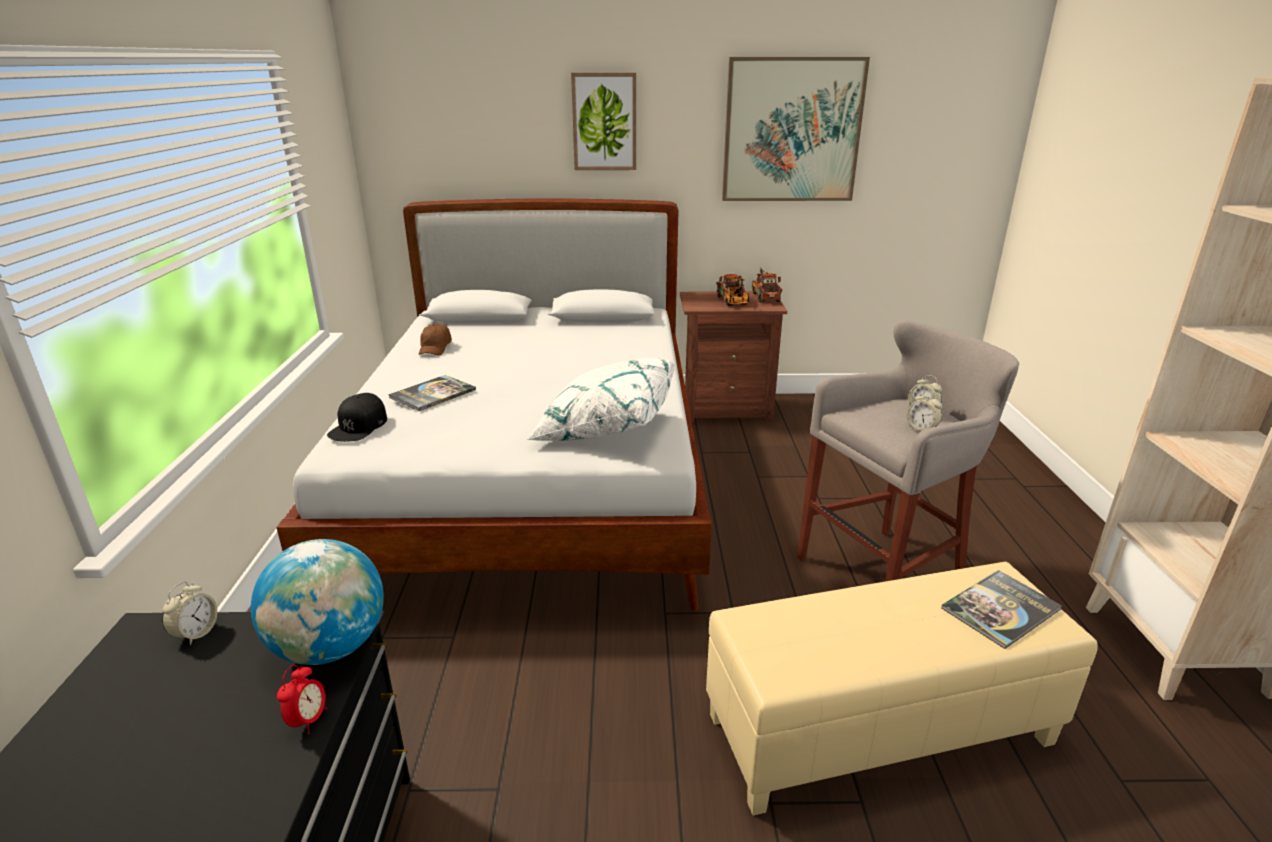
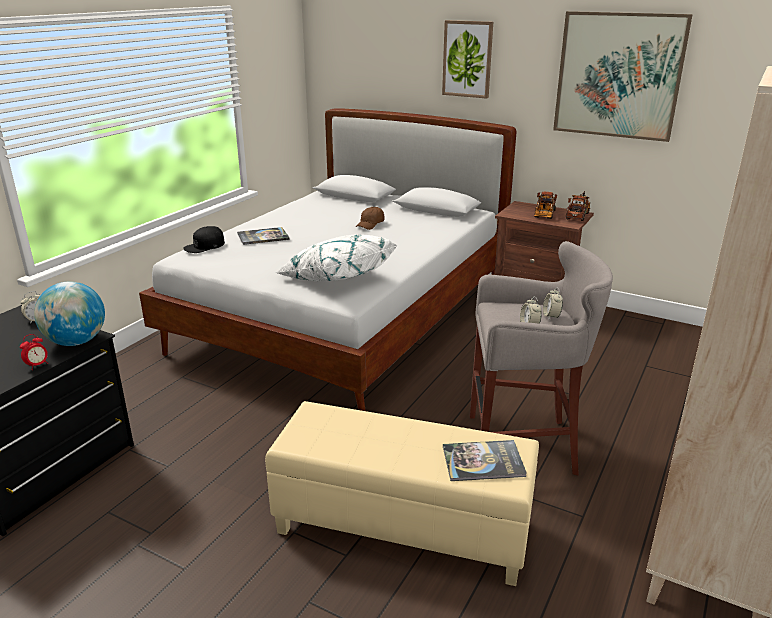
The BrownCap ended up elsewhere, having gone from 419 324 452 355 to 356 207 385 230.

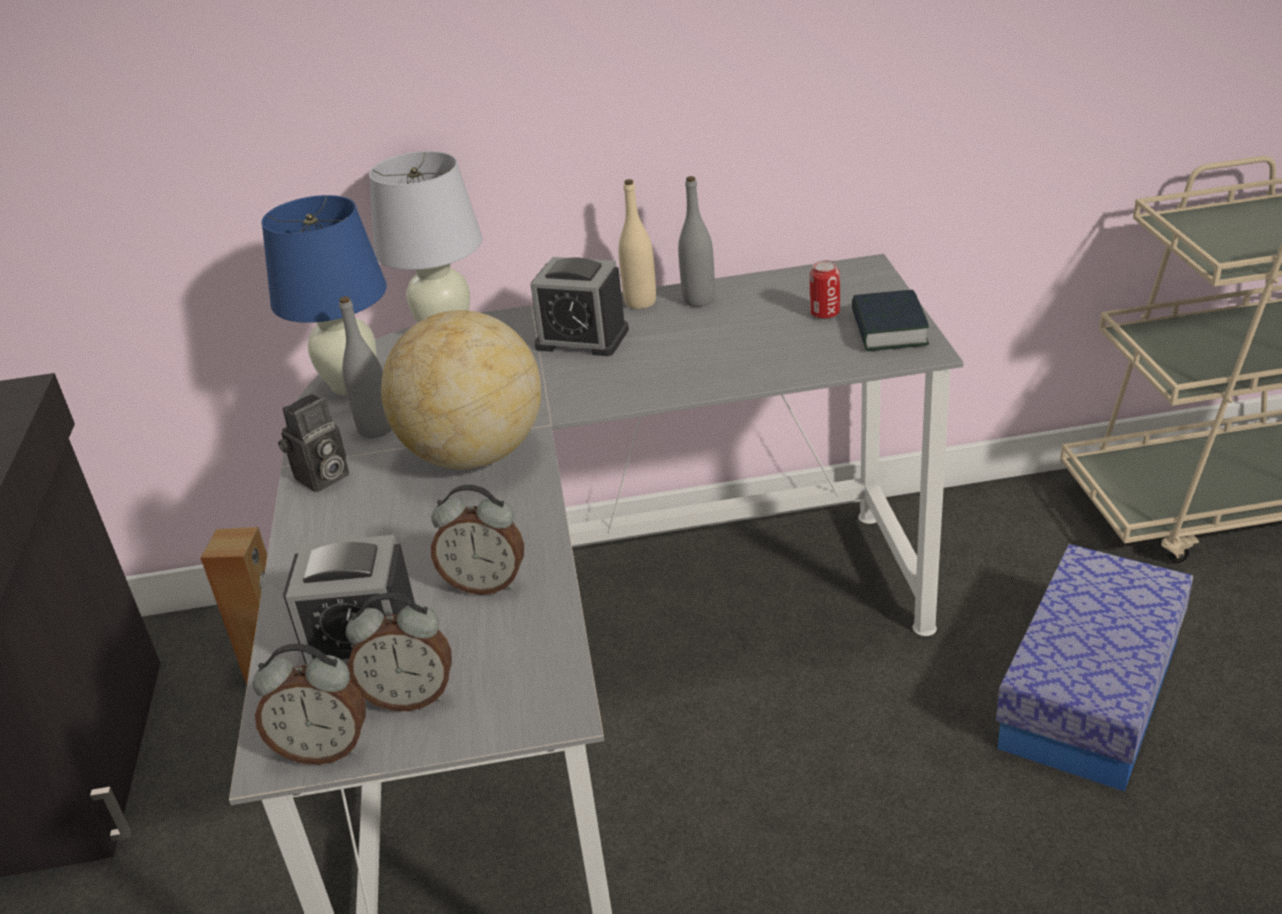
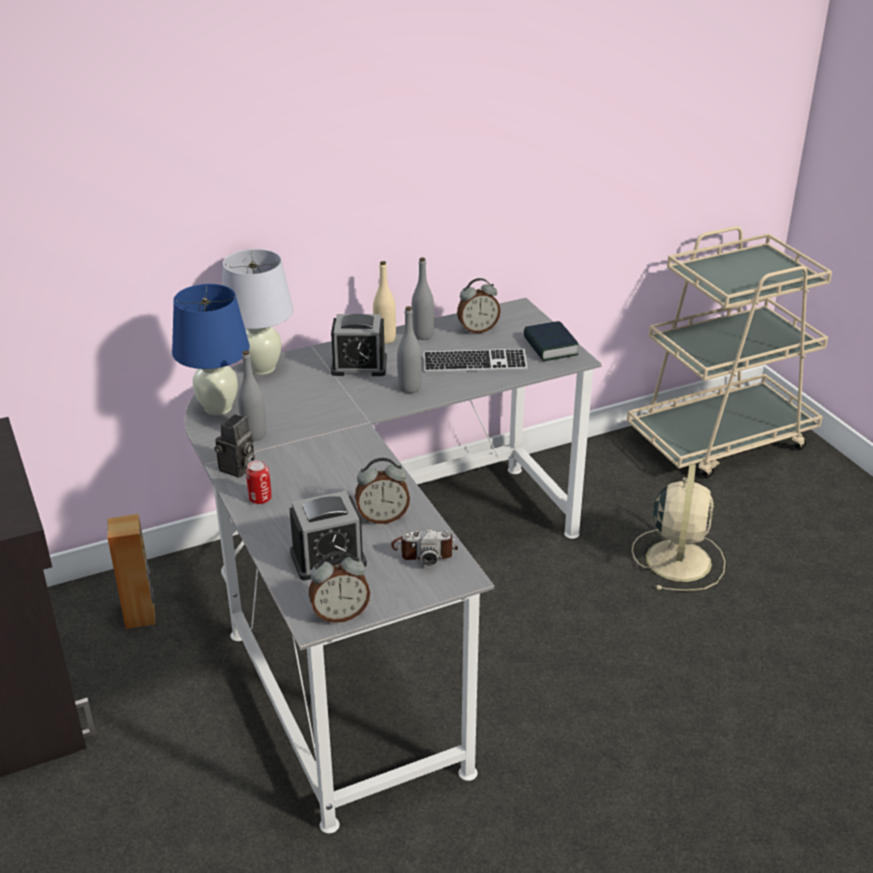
The Can ended up elsewhere, having gone from 810 260 840 319 to 246 460 272 504.
The second view gained the PhotoCamera at 391 529 458 566.
The second view gained the GreyBottle at 397 306 421 393.
The second view gained the Keyboard at 423 349 528 373.
The AlarmClock ended up elsewhere, having gone from 346 593 452 711 to 457 278 501 333.
Where the StorageBox stood at 996 544 1193 792, the BeigeFan came to stand at 632 464 725 591.
The second view lost the Globe at 381 310 541 469.

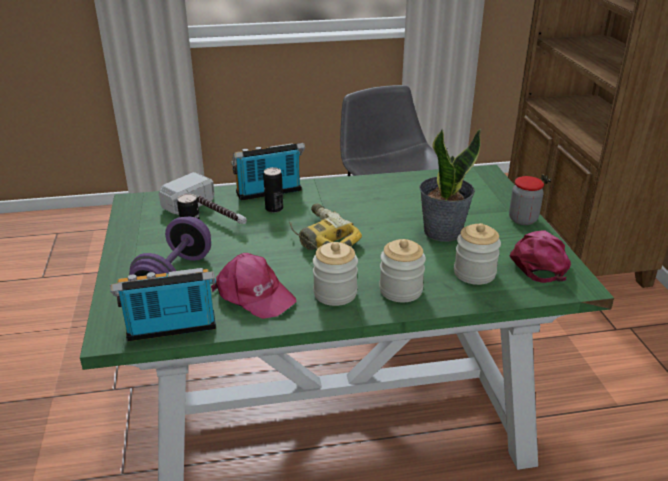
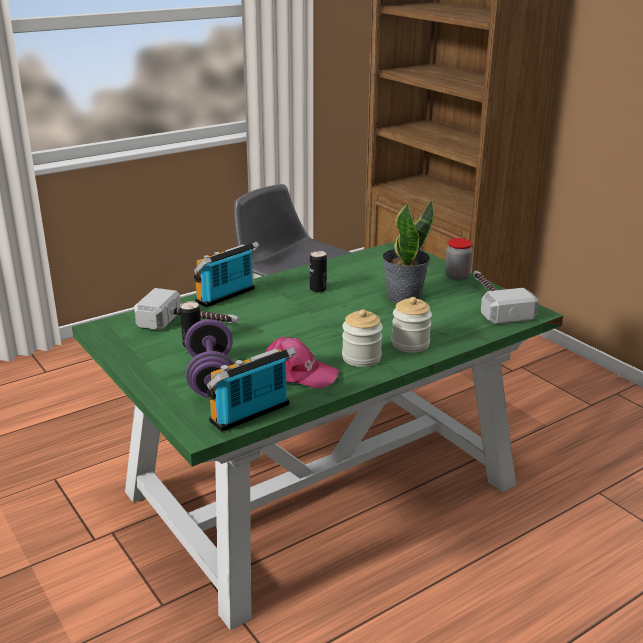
The Can ended up elsewhere, having gone from 263 167 283 213 to 310 251 327 293.
Where the PinkCap stood at 509 230 571 283, the Hammer came to stand at 473 271 539 324.
The second view lost the PowerDrill at 289 203 362 250.
The second view lost the Jar at 454 223 501 285.

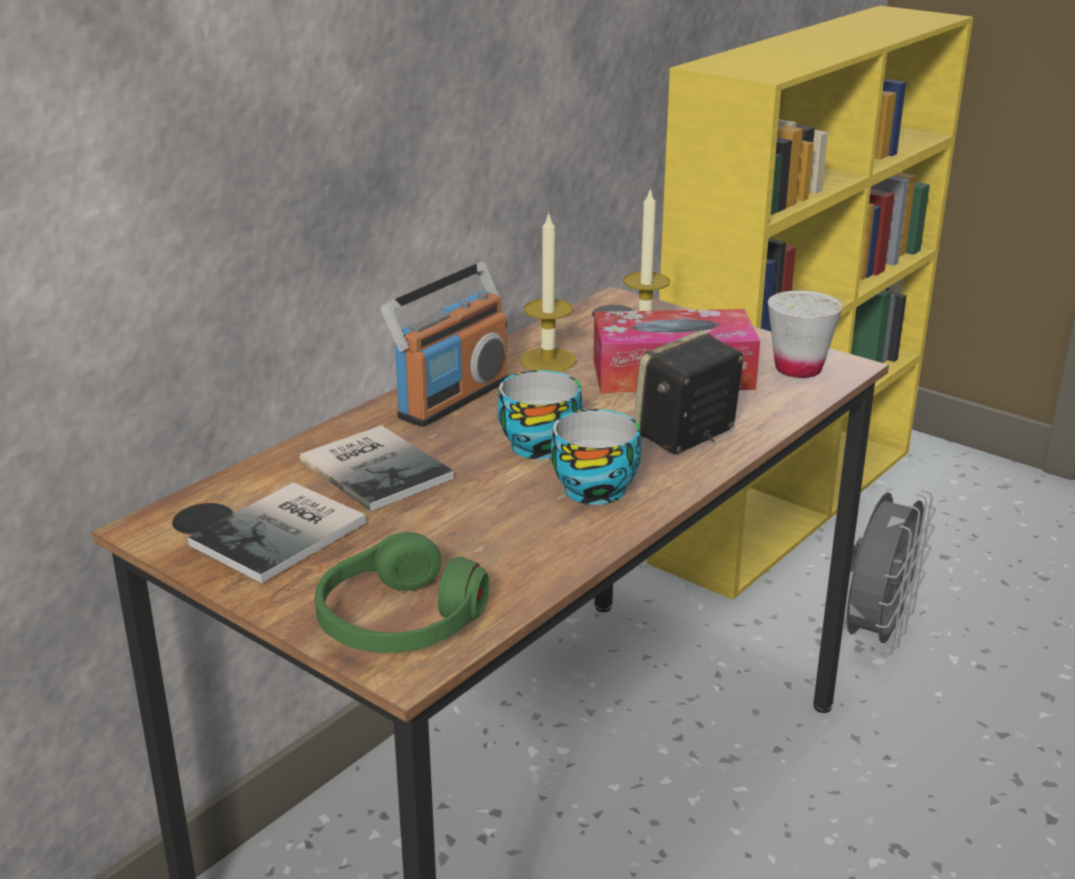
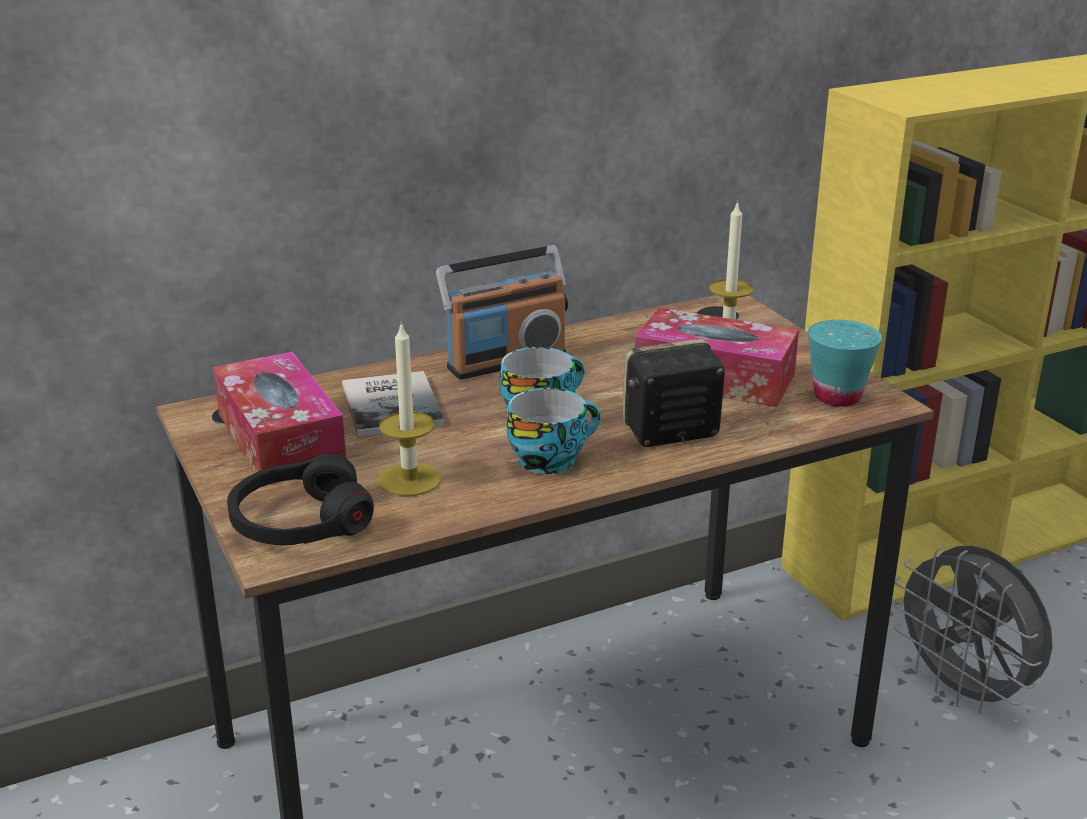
Where the Book stood at 187 482 366 583, the TissueBox came to stand at 213 352 346 473.
What was the GreenHeadphones at 315 532 489 653 turned into the BlackHeadphones at 227 454 374 545.
The Candle ended up elsewhere, having gone from 520 211 577 372 to 378 321 441 496.
What was the WhiteCup at 768 291 843 378 turned into the TurquoiseCup at 808 320 882 407.
The GreyFan at 846 490 936 655 ended up facing another way, 90 degrees clockwise from before.

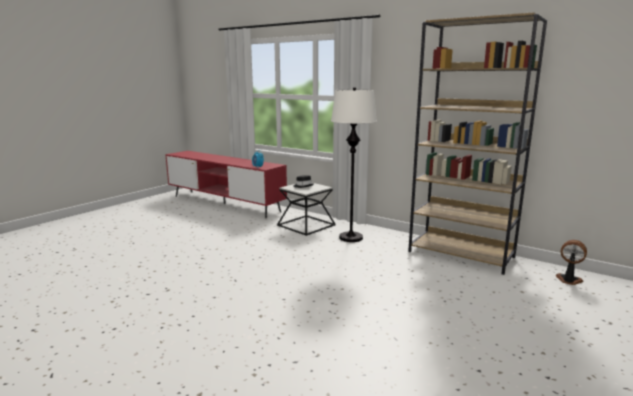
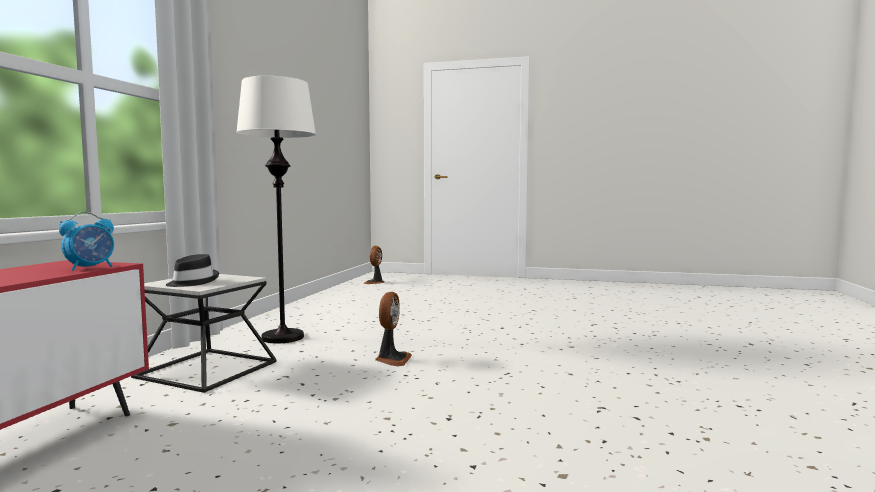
The second view gained the Fan at 375 292 412 366.
The second view lost the BrownBookcase at 408 12 547 275.

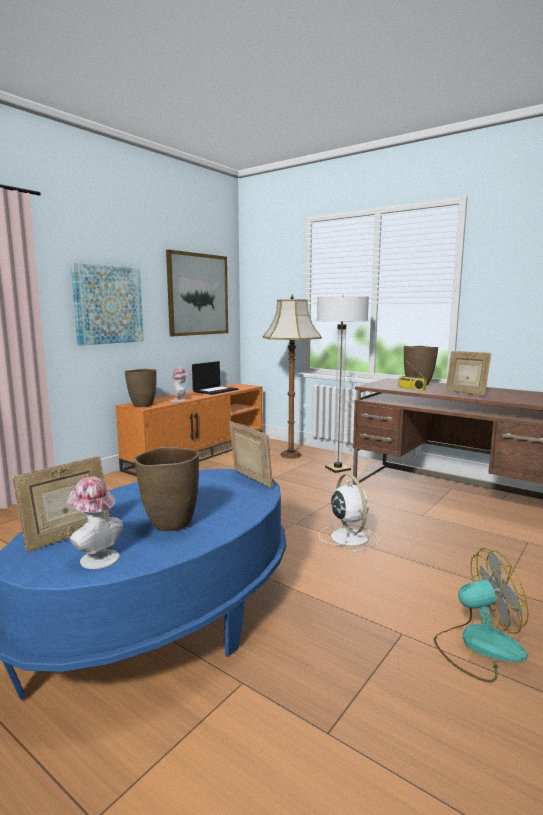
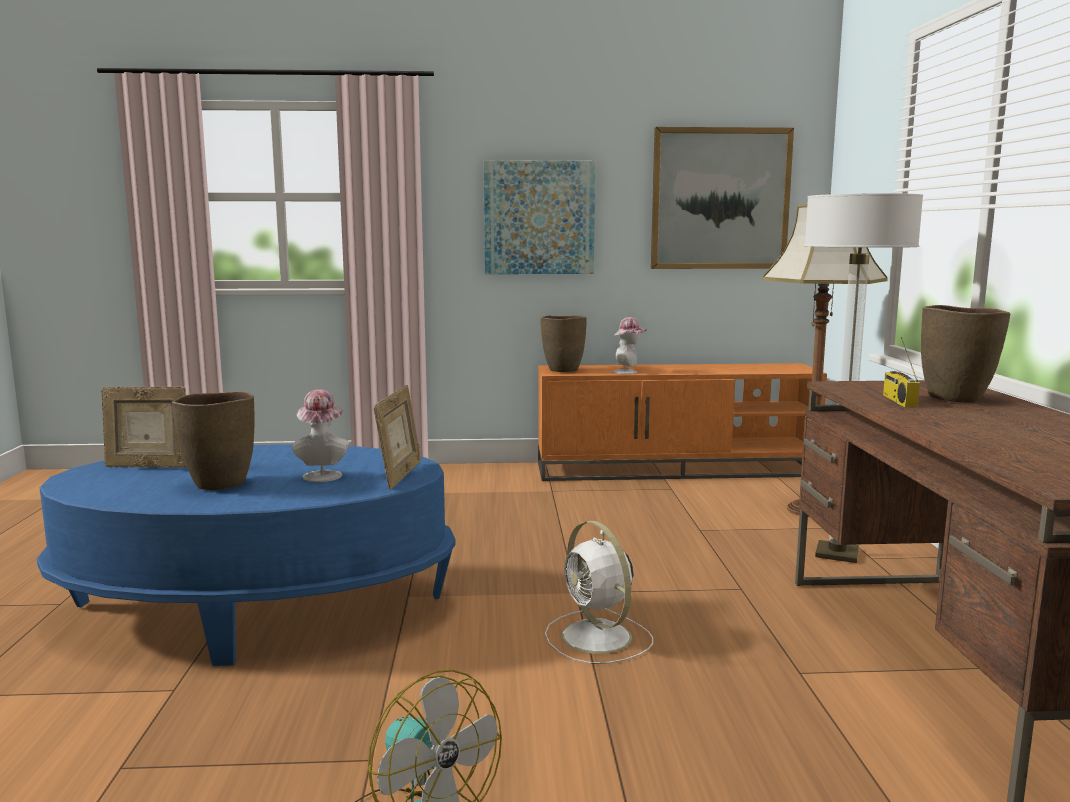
The Hat ended up elsewhere, having gone from 67 476 123 569 to 292 389 349 482.
The WhiteFan at 318 474 378 553 ended up facing another way, 120 degrees clockwise from before.
The second view lost the Laptop at 192 361 239 395.
The second view lost the PictureFrame at 446 351 491 396.

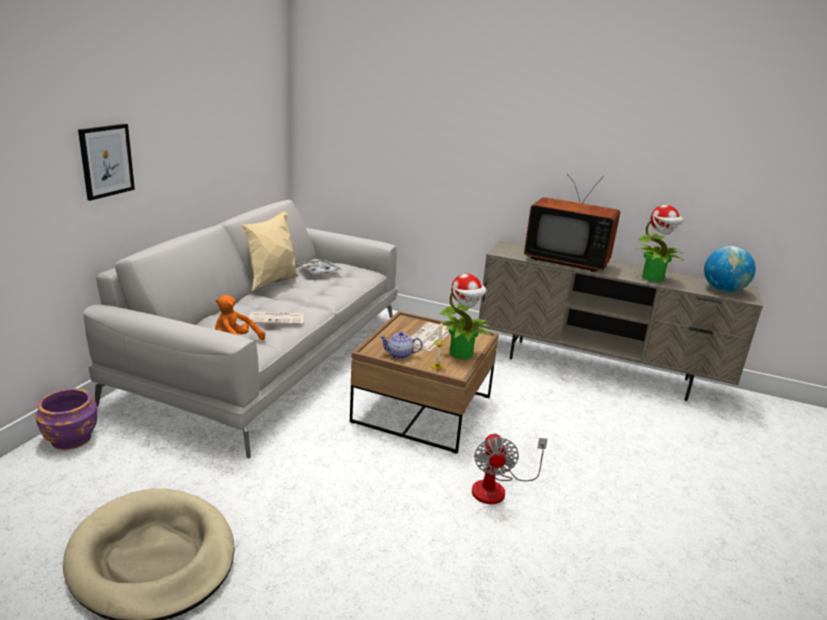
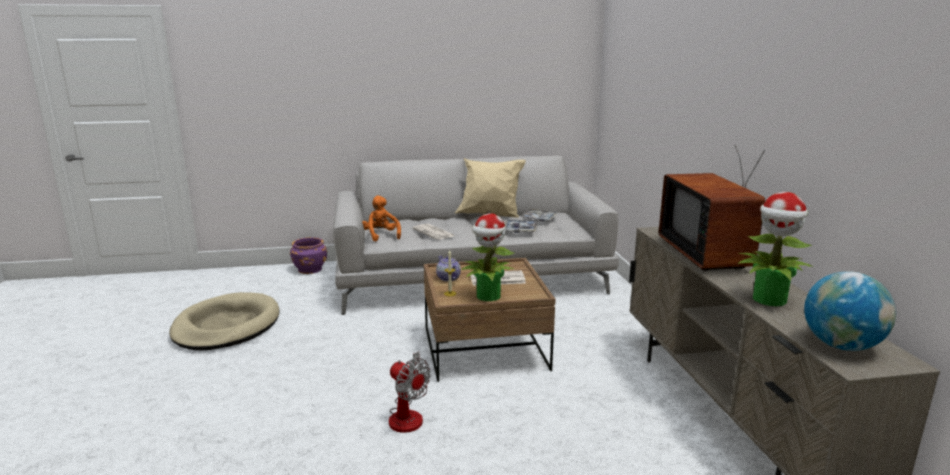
The Fan at 472 433 547 504 ended up facing another way, 105 degrees counterclockwise from before.
The second view gained the Tray at 505 219 537 233.
The second view lost the Picture at 78 124 135 201.

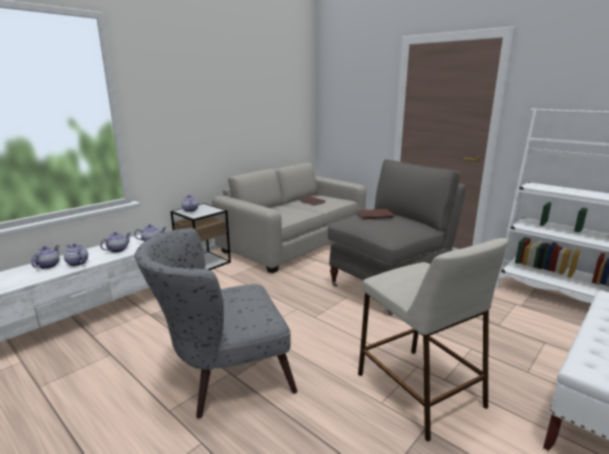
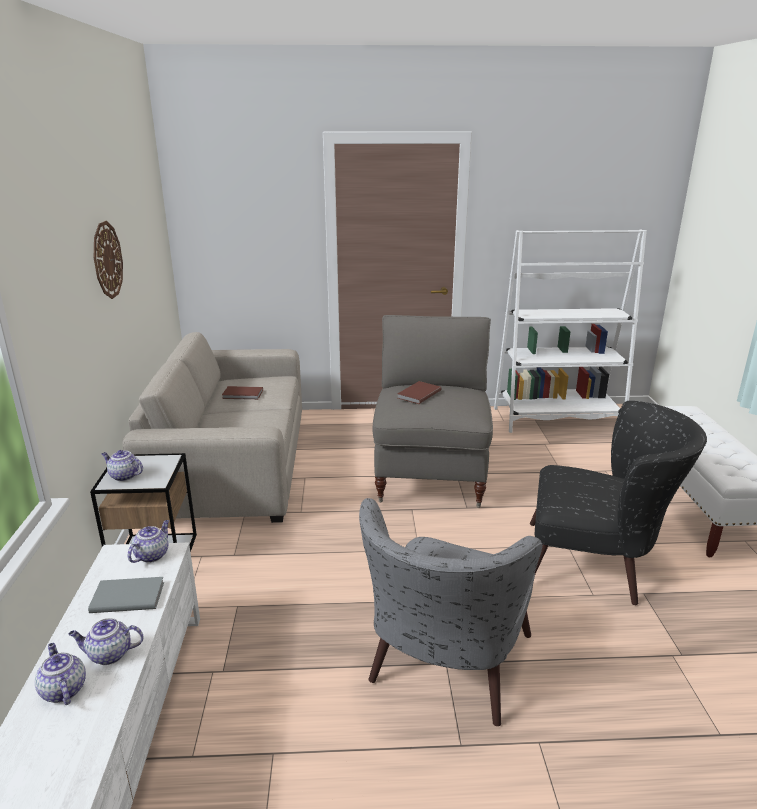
Where the Teapot stood at 100 232 131 253, the GreyBook came to stand at 88 577 164 613.
The second view gained the WallClock at 94 221 123 299.
Where the BeigeStool stood at 358 238 508 442, the BlackArmchair came to stand at 530 401 707 605.

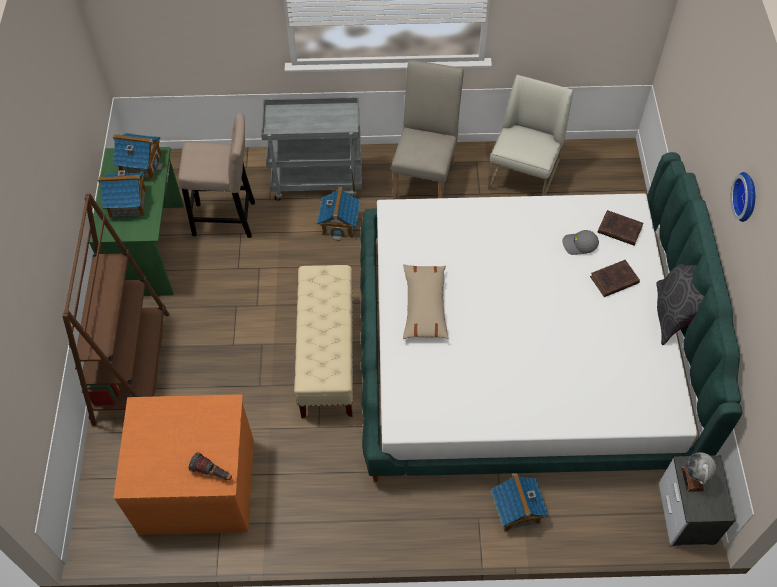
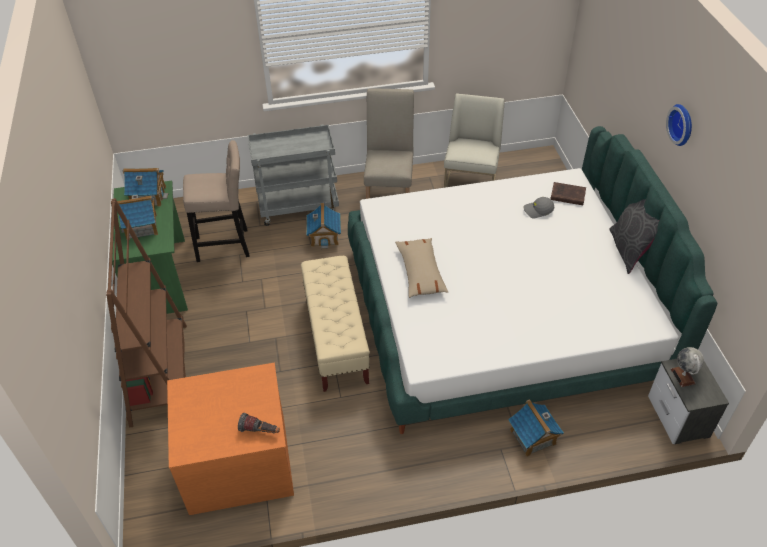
The second view lost the BrownBook at 590 260 640 297.

